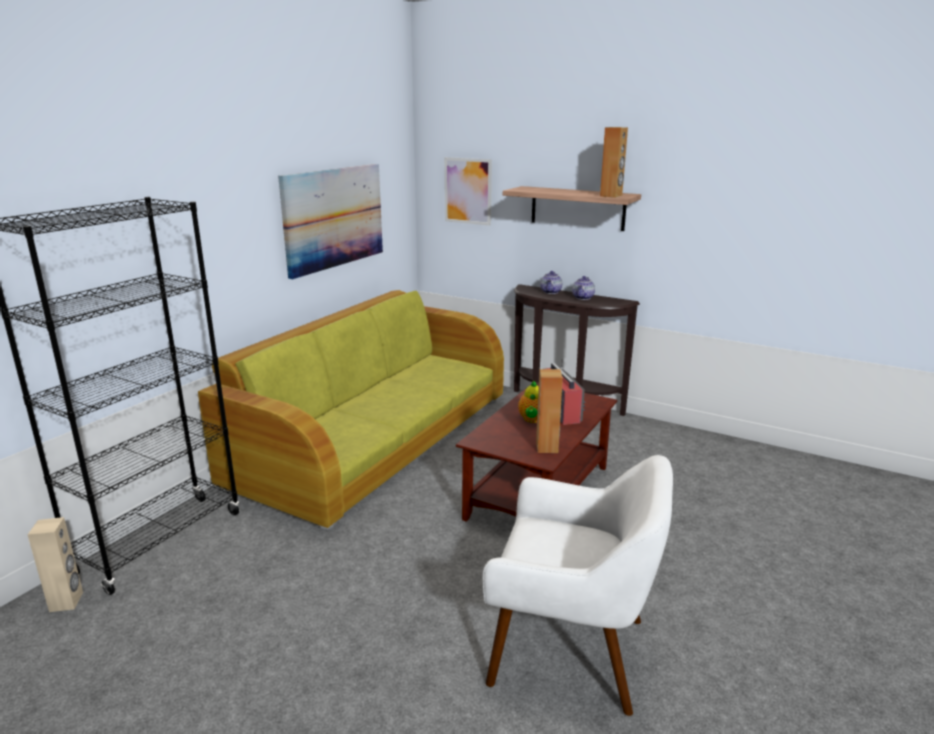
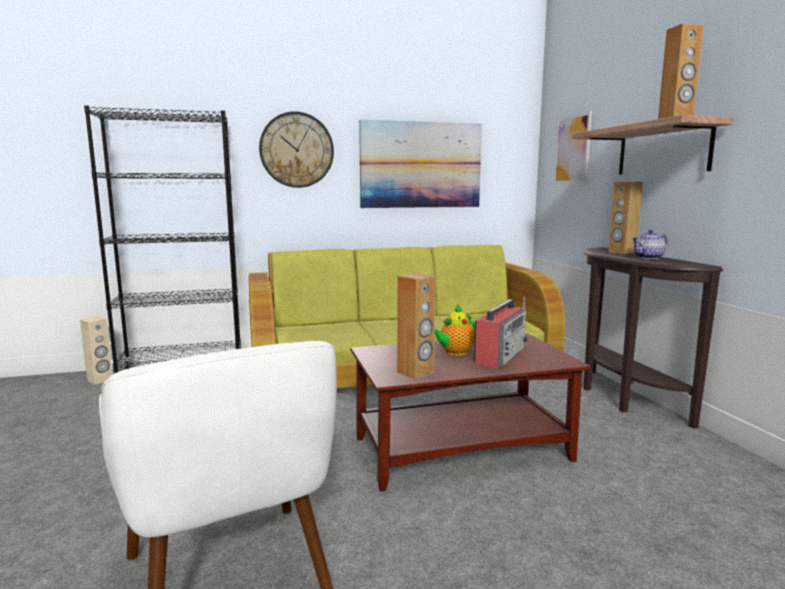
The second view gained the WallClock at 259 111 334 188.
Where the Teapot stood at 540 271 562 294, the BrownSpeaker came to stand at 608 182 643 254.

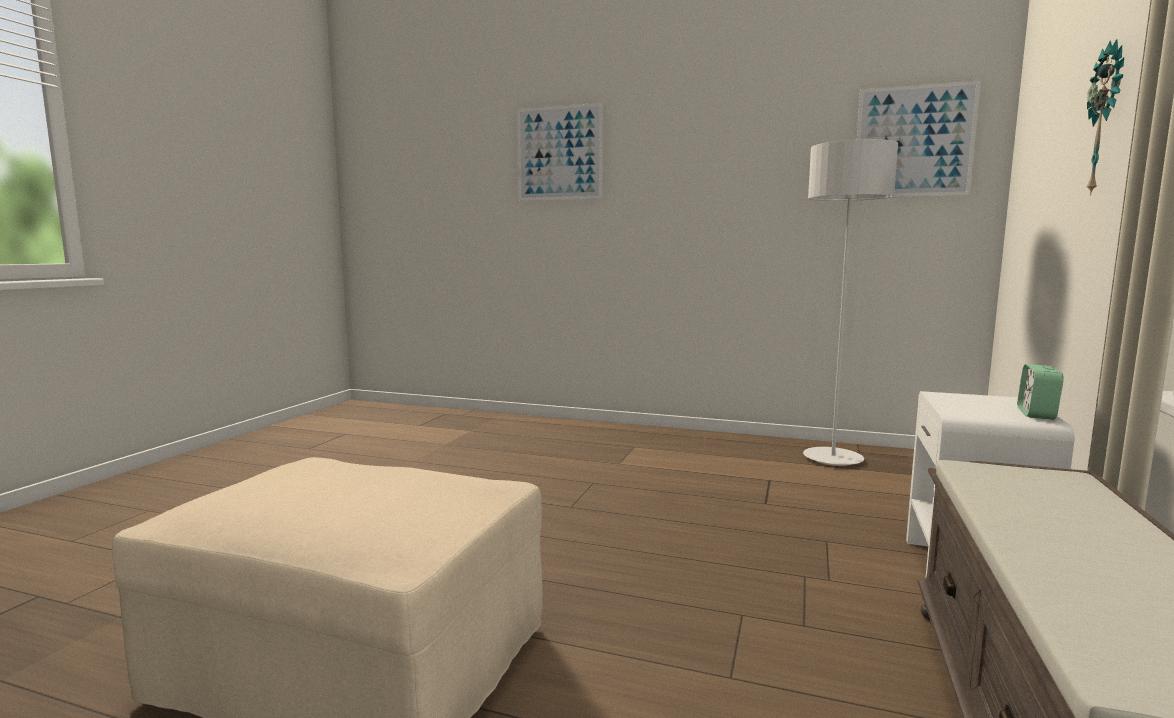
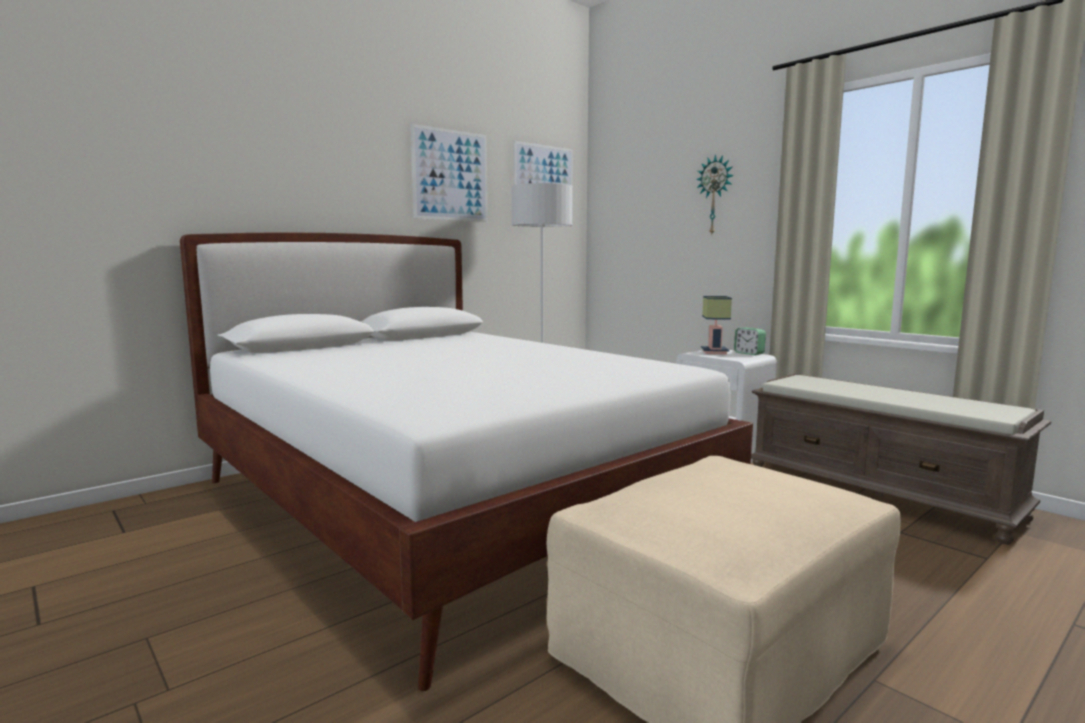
The second view gained the WhiteBed at 180 233 753 691.
The Picture ended up elsewhere, having gone from 517 103 603 201 to 411 124 488 222.
The second view gained the TableLamp at 701 296 732 354.

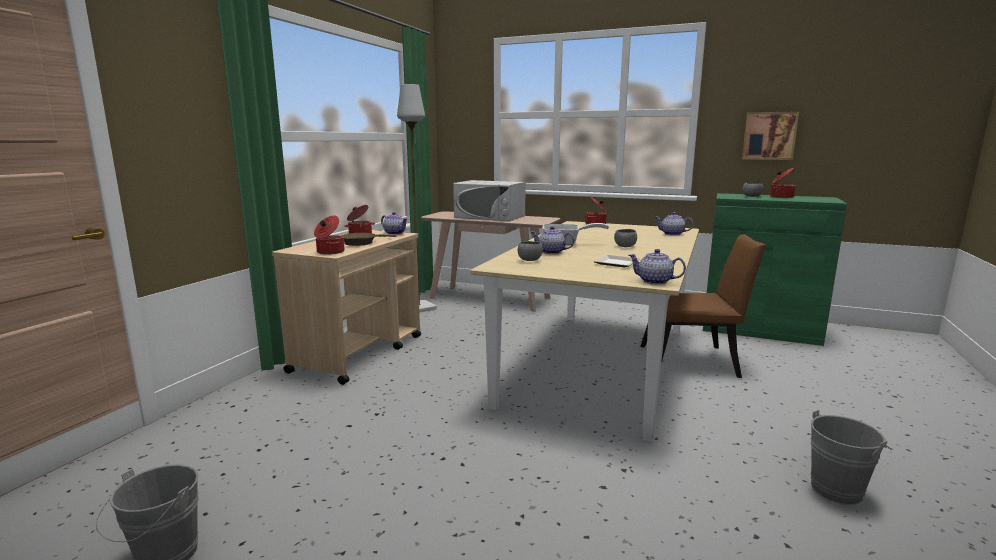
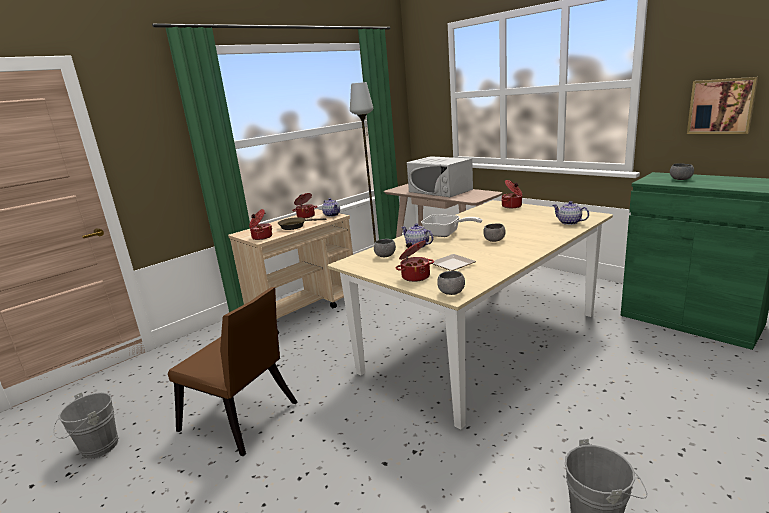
The BrownChair ended up elsewhere, having gone from 640 234 766 378 to 168 287 298 456.
The CookingPot ended up elsewhere, having gone from 770 168 796 198 to 395 241 434 282.
Where the Teapot stood at 629 249 686 285, the GreyBowl came to stand at 437 271 465 295.

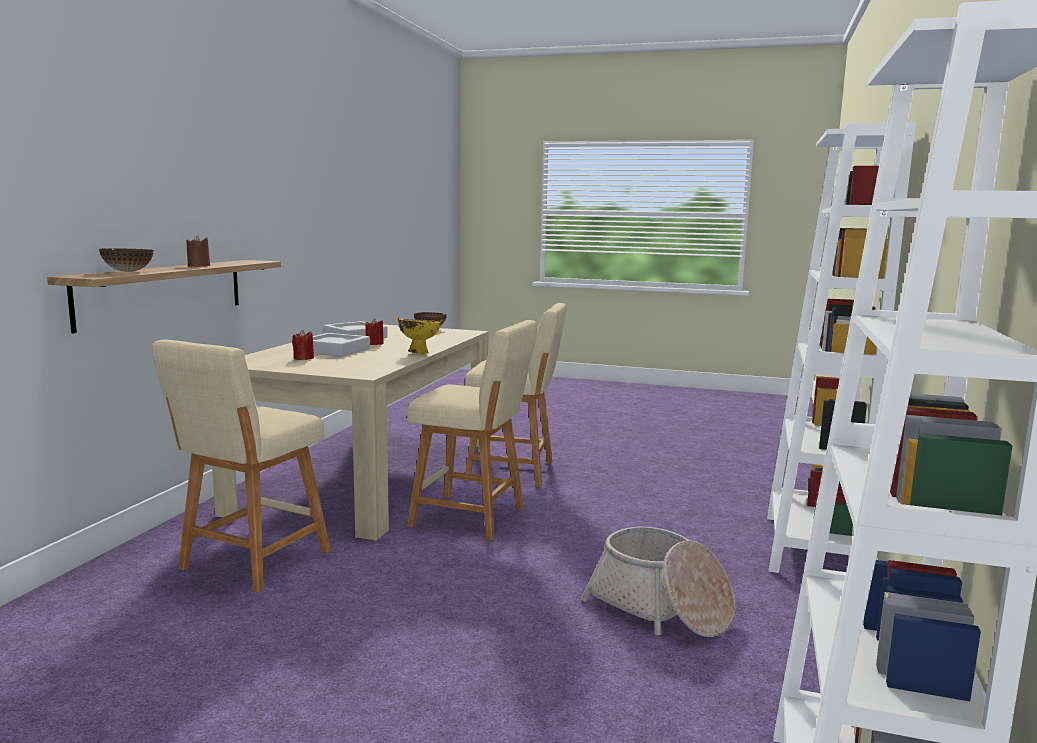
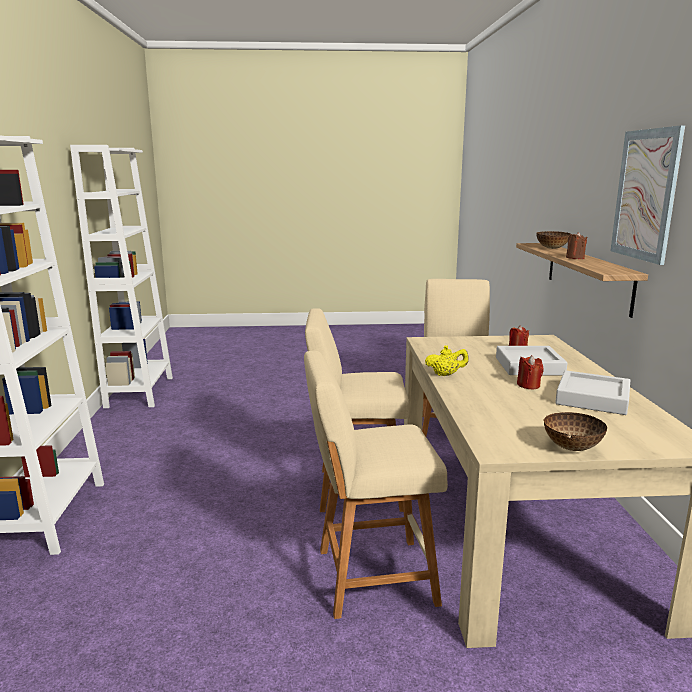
Where the YellowBowl stood at 397 317 442 354, the YellowTeapot came to stand at 425 345 469 376.
The second view gained the Picture at 611 125 685 265.
The second view lost the Basket at 581 526 735 637.

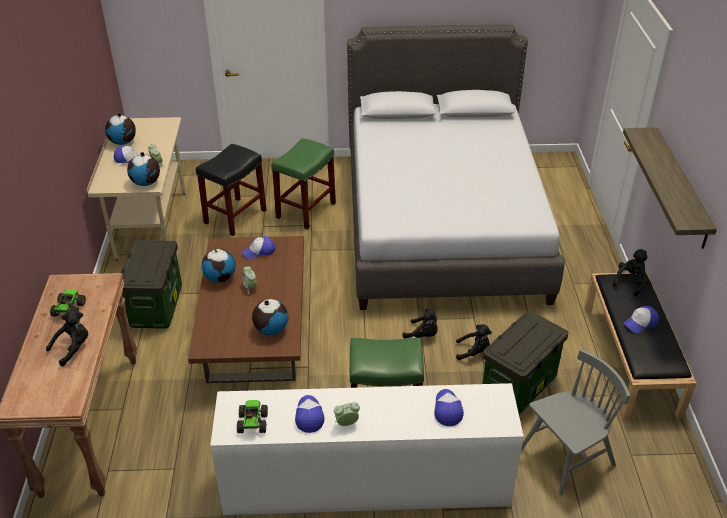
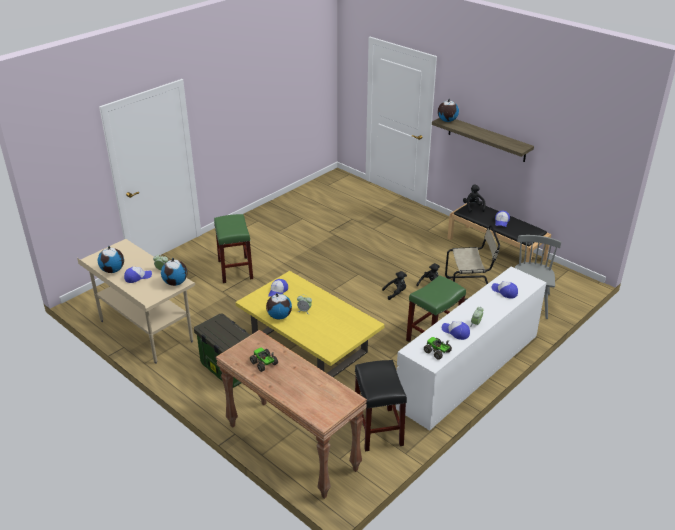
What was the BrownCoffeeTable at 188 236 304 383 turned into the YellowCoffeeTable at 235 271 384 377.
The BlackStool ended up elsewhere, having gone from 196 144 266 236 to 355 360 407 451.
The Globe ended up elsewhere, having gone from 252 299 288 335 to 438 99 459 122.
Where the StorageBox stood at 482 311 568 414, the BeigeChair came to stand at 445 225 500 301.
The second view lost the BlackPlushToy at 46 310 88 366.
The second view lost the GreyBed at 347 24 565 310.

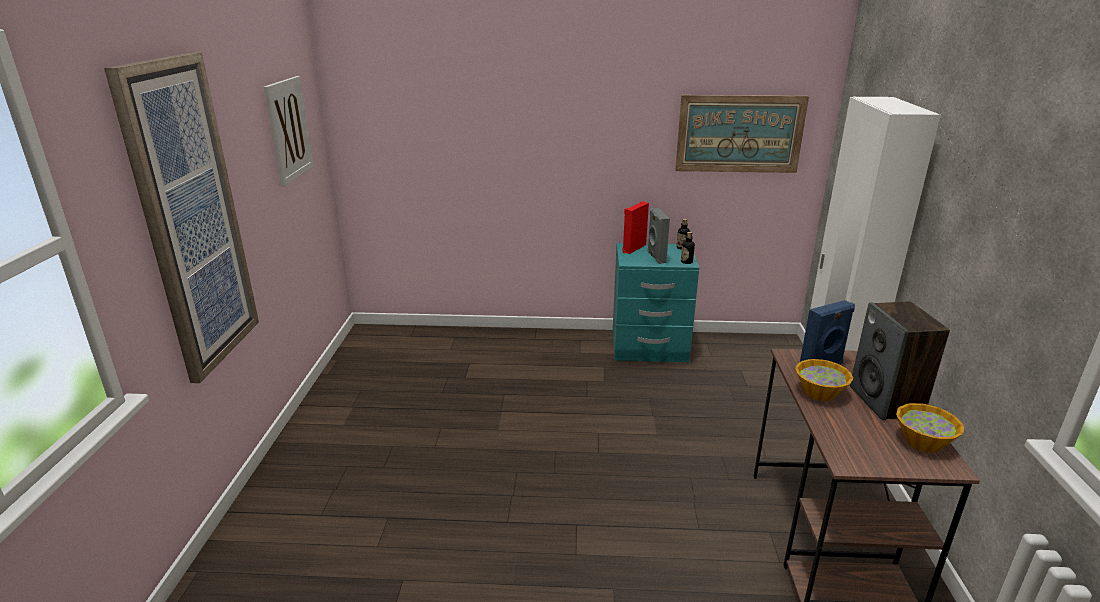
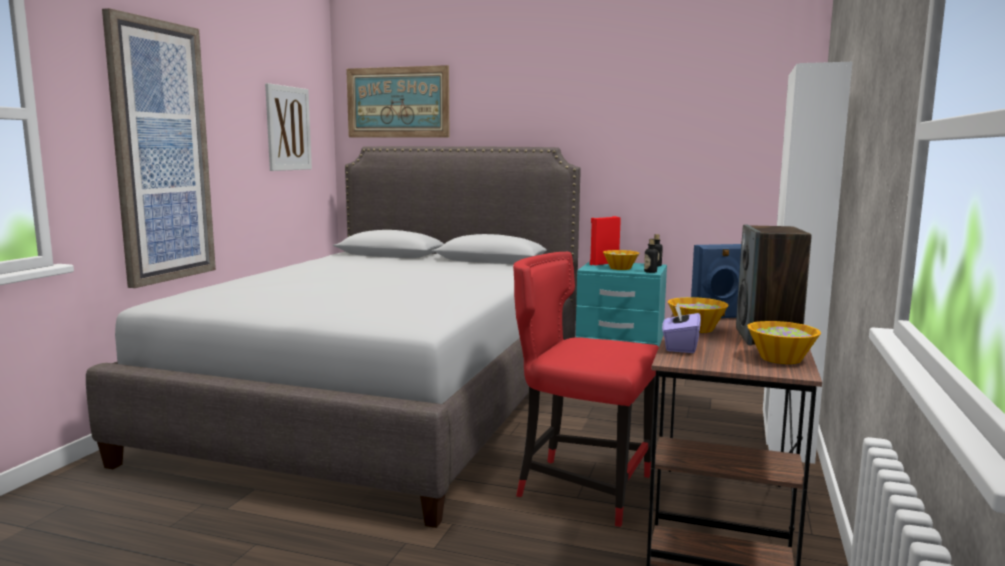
The second view gained the GreyBed at 86 146 581 528.
The Picture ended up elsewhere, having gone from 675 95 809 173 to 346 65 449 137.
The second view gained the RedChair at 513 252 659 527.
Where the GreySpeaker stood at 647 208 670 264, the Bowl came to stand at 603 250 639 270.
The second view gained the PurpleTissueBox at 662 303 701 353.

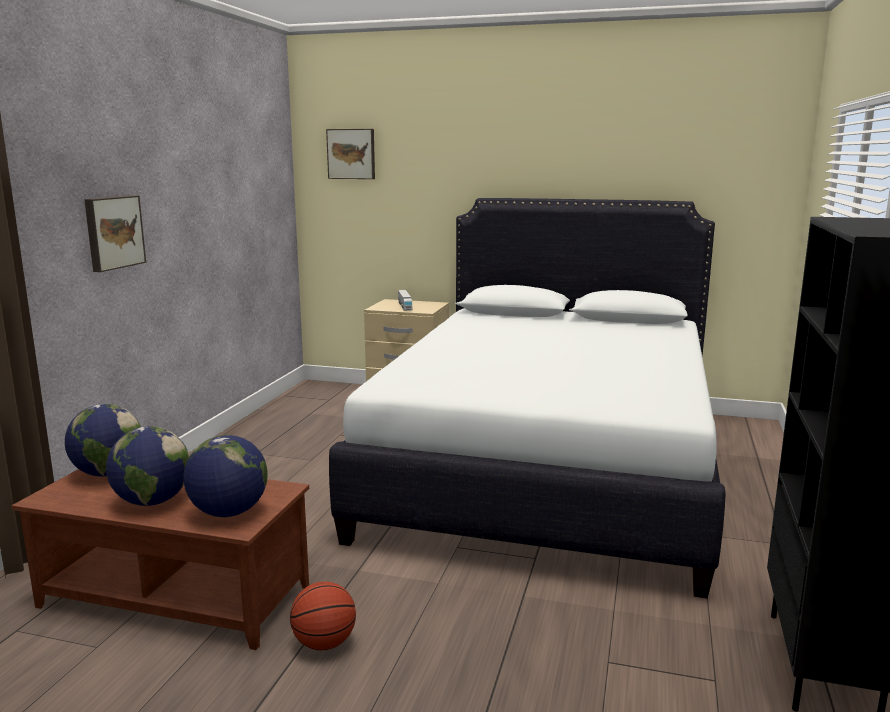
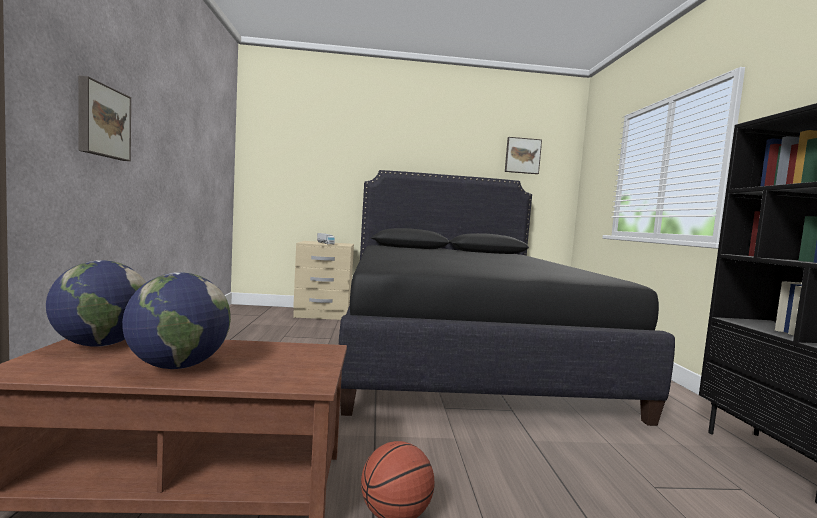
What was the WhiteBed at 329 198 726 599 turned into the BlackBed at 339 170 675 426.
The Picture ended up elsewhere, having gone from 326 129 375 179 to 505 137 542 174.
The second view lost the Globe at 183 435 268 517.

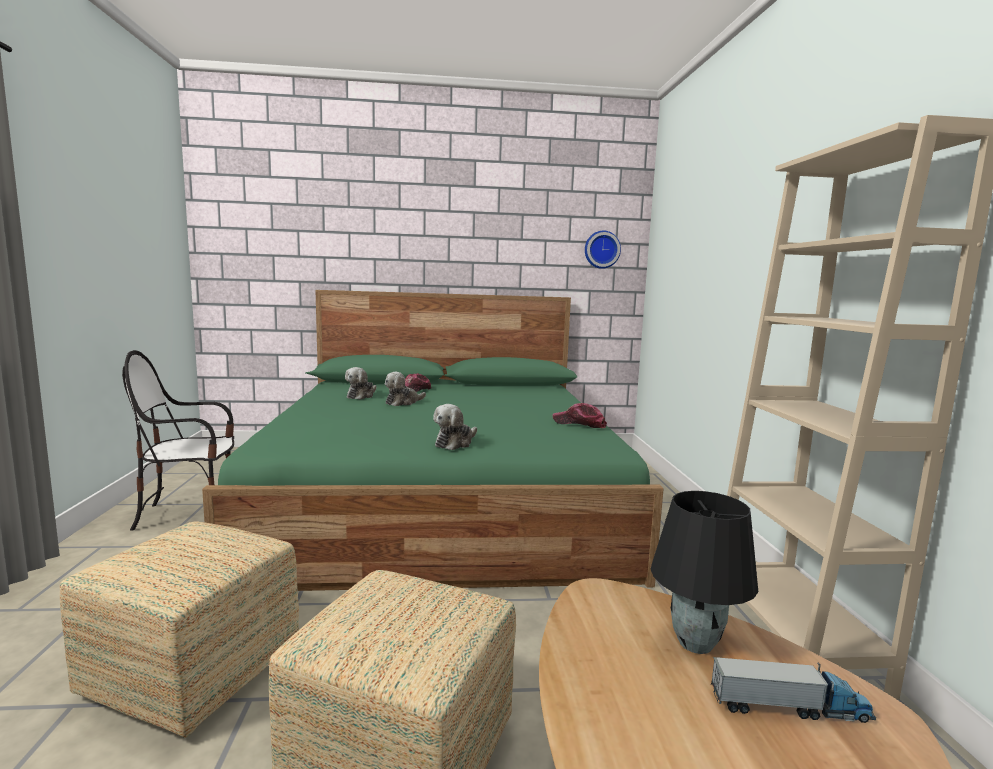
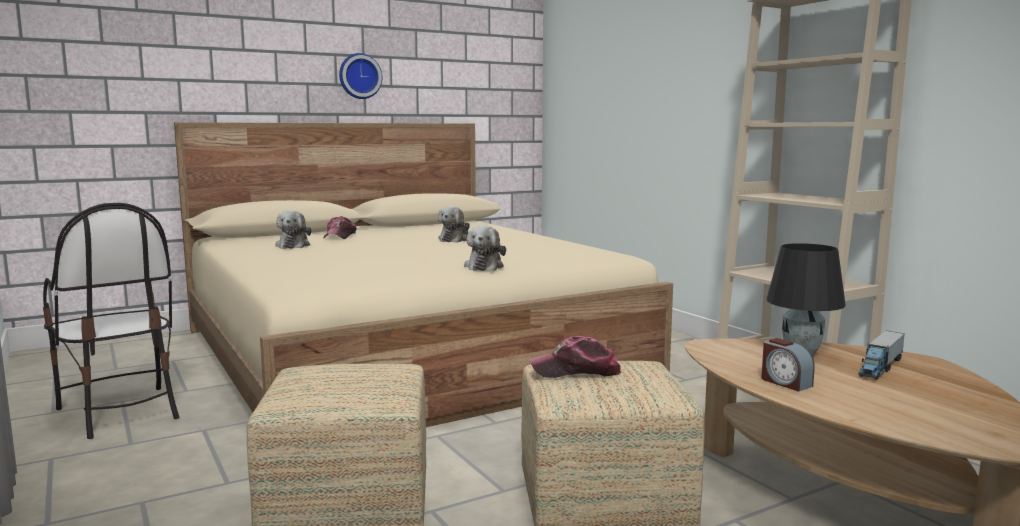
The Chair at 122 350 234 531 ended up facing another way, 90 degrees counterclockwise from before.
What was the GreenBed at 202 290 664 591 turned into the BeigeBed at 174 122 673 427.
The WallClock ended up elsewhere, having gone from 585 231 621 269 to 339 53 382 99.
The PlushToy ended up elsewhere, having gone from 385 372 426 406 to 438 206 470 243.
The Cap ended up elsewhere, having gone from 553 403 607 428 to 530 336 621 378.
The second view gained the AlarmClock at 761 338 815 392.
The ToyTruck at 711 657 876 723 ended up facing another way, 150 degrees clockwise from before.

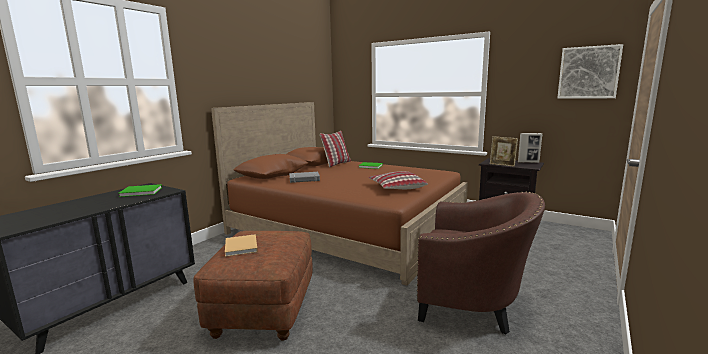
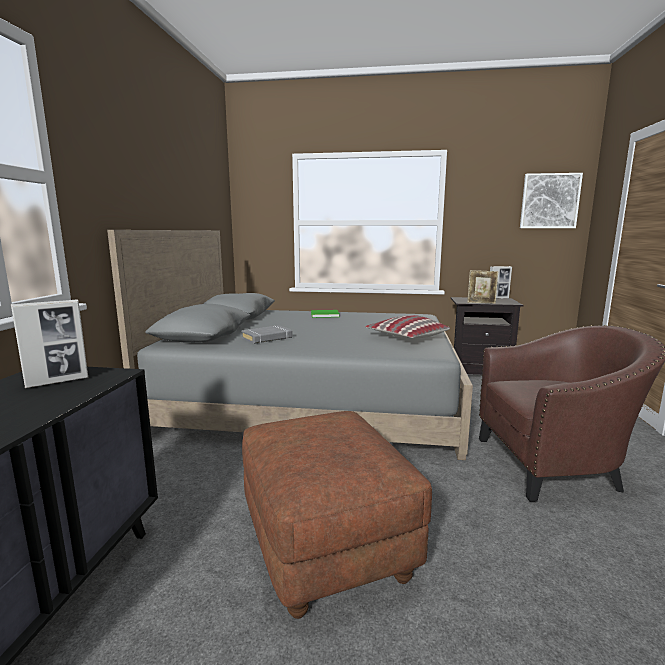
Where the GreenBook stood at 118 184 162 197, the PictureFrame came to stand at 11 299 88 388.
What was the BrownBed at 211 102 468 286 turned into the GreyBed at 107 230 473 460.
The second view lost the BeigeBook at 225 234 258 257.
The second view lost the Pillow at 320 131 351 167.

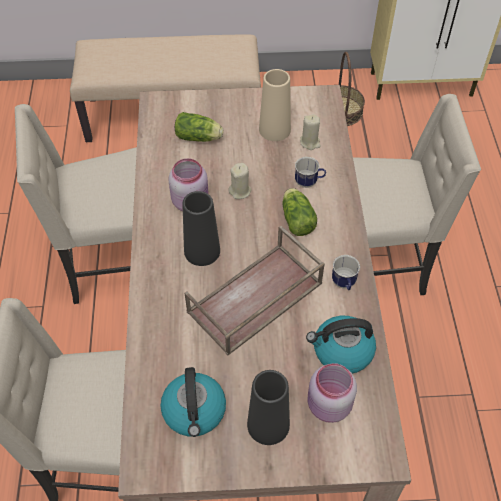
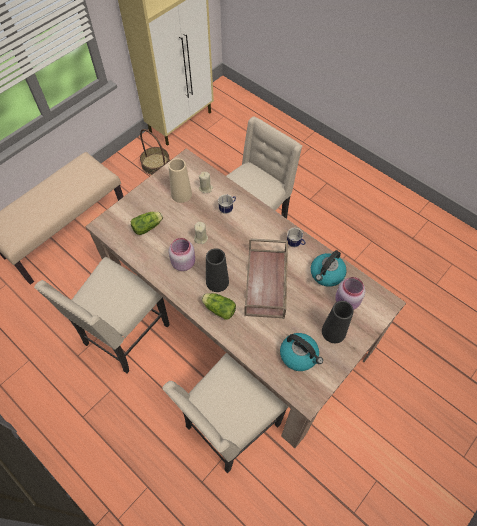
The Lettuce ended up elsewhere, having gone from 283 188 317 236 to 201 293 236 320.

